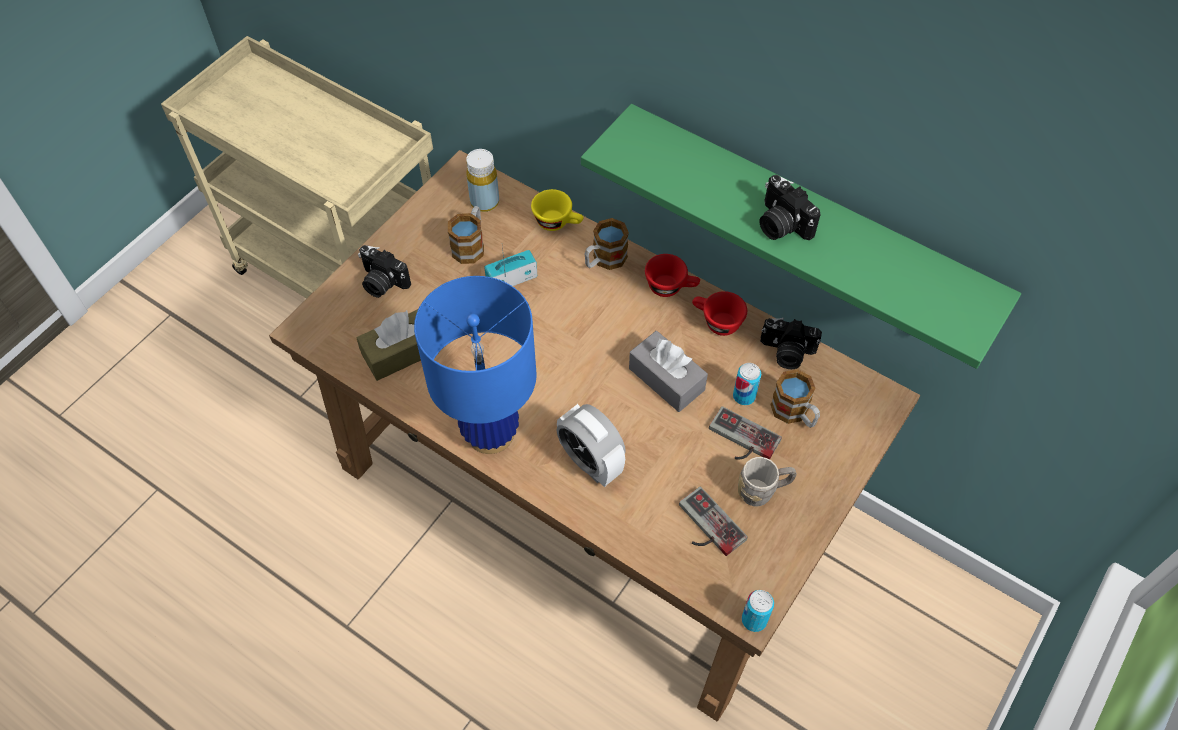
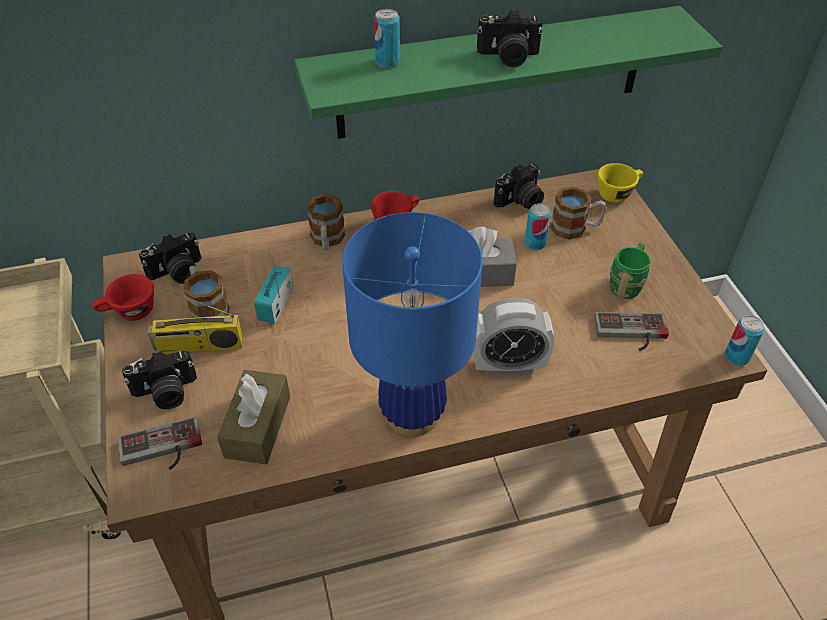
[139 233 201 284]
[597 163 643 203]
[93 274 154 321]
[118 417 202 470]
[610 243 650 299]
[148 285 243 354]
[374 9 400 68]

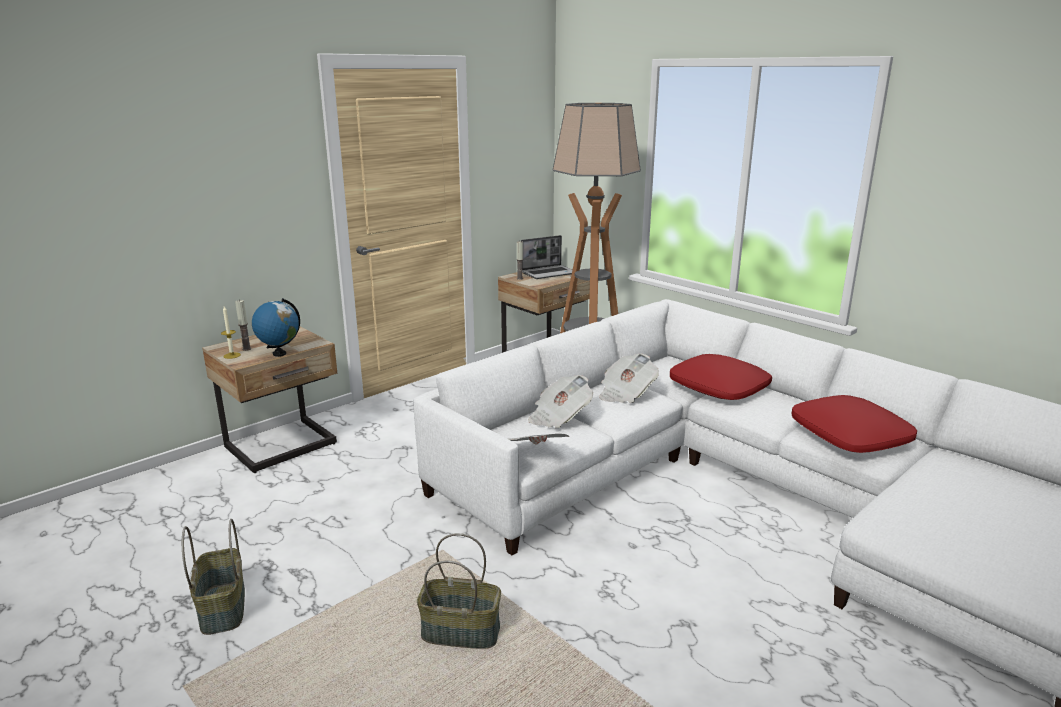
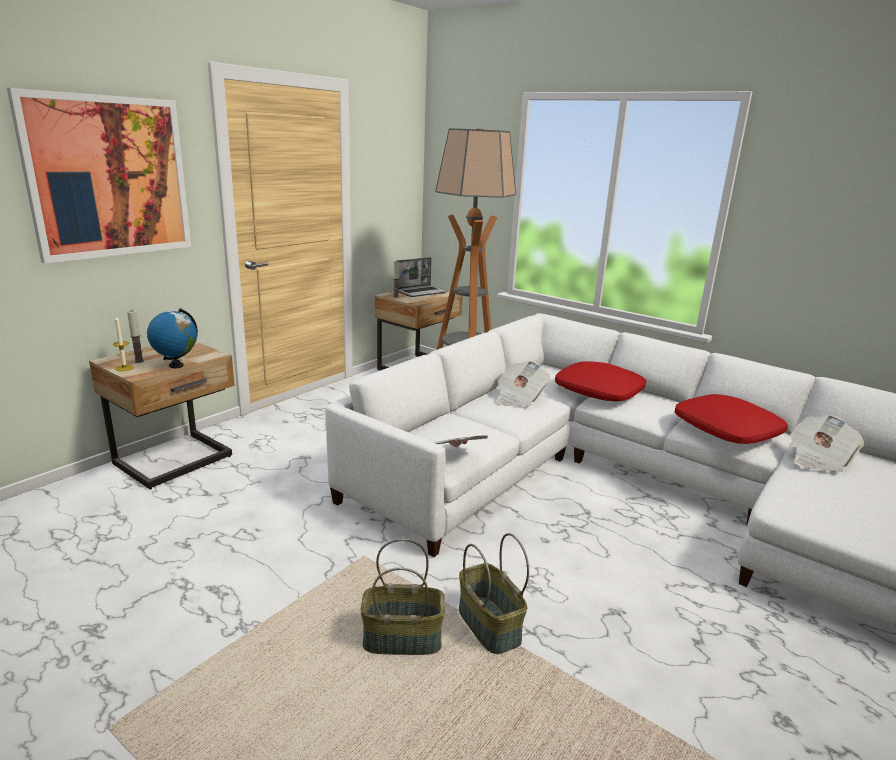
[459 533 529 654]
[790 415 864 472]
[7 88 191 263]

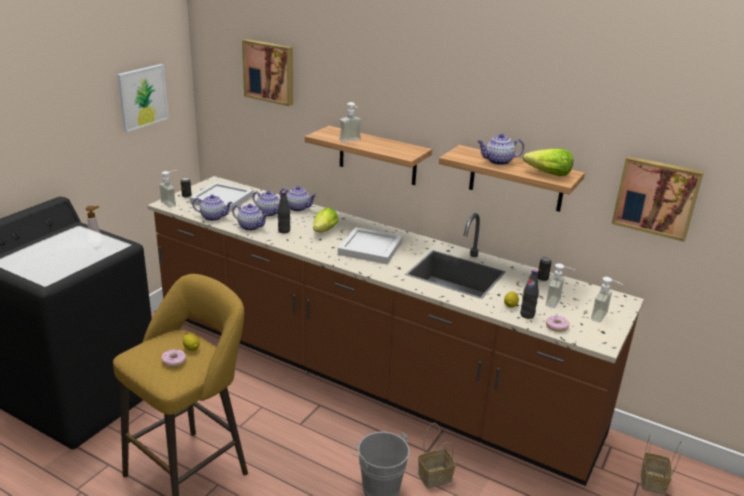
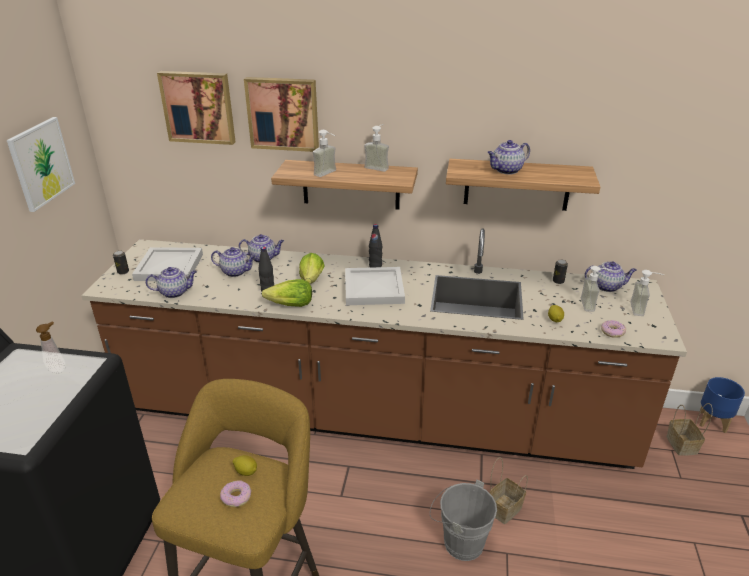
[364 124 389 172]
[585 261 636 292]
[369 224 382 268]
[262 279 312 307]
[244 77 319 152]
[699 377 745 433]

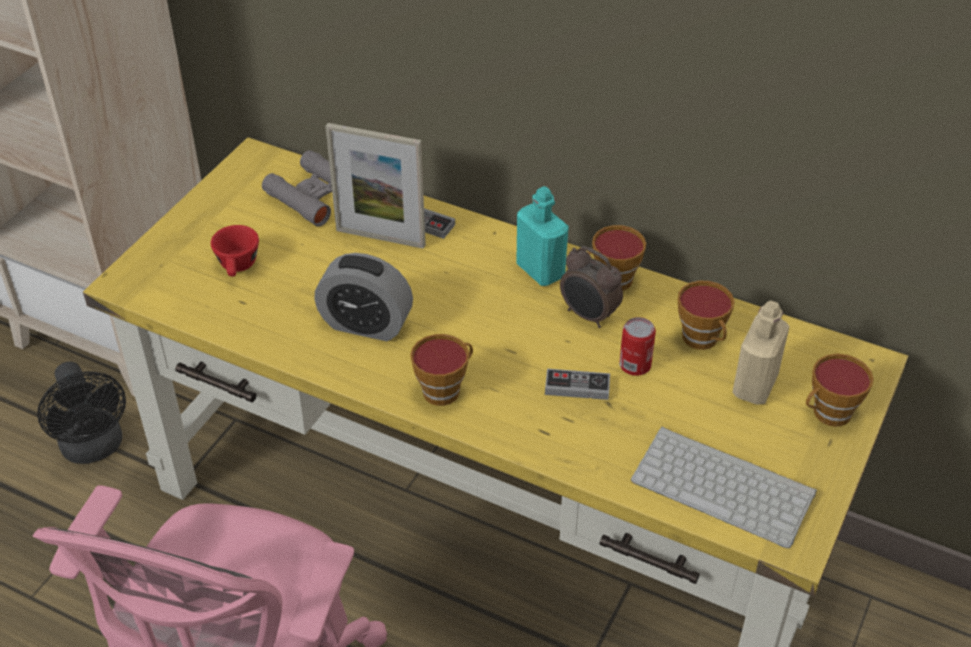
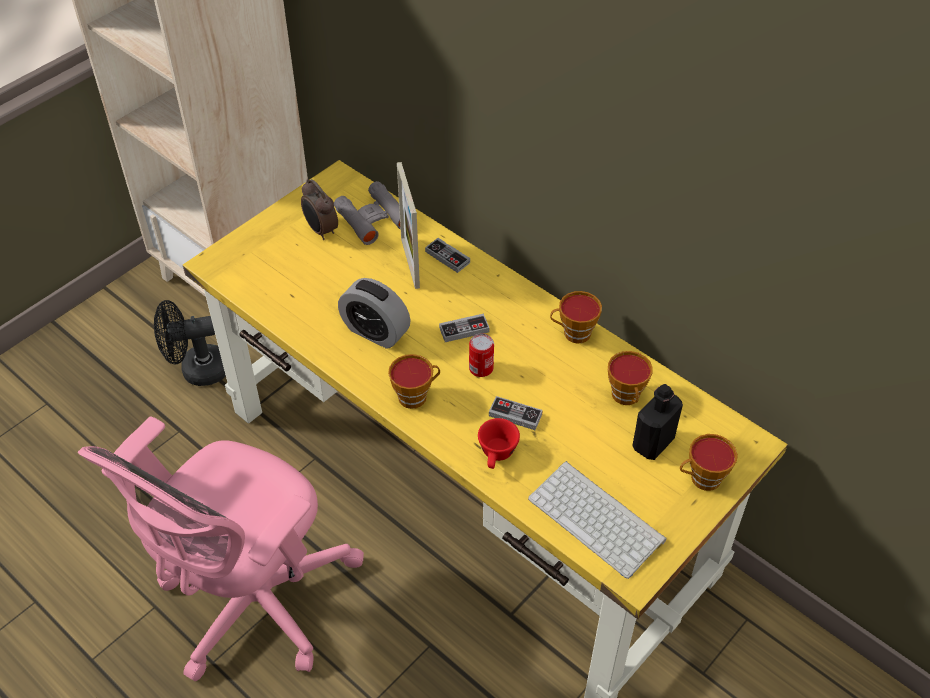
[154 300 226 386]
[478 418 520 469]
[397 162 420 289]
[516 186 569 286] (first image)
[301 179 338 240]
[469 333 494 377]
[632 384 683 460]
[439 313 490 342]

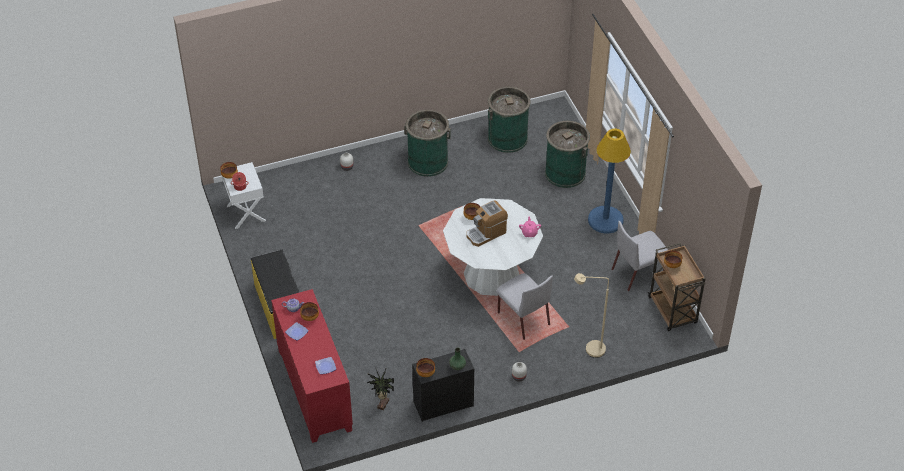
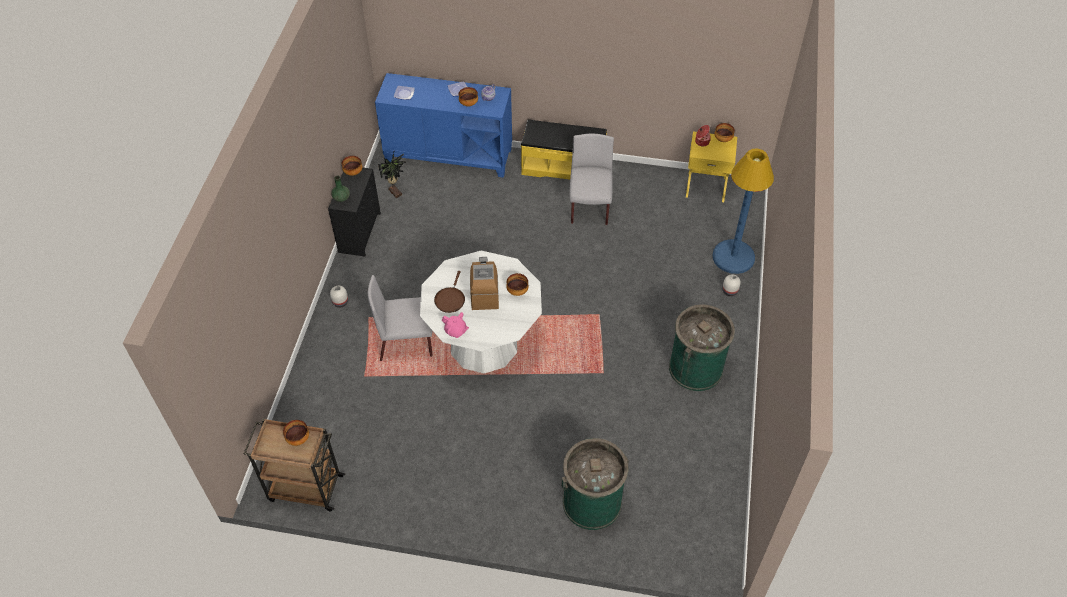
[686 131 737 202]
[375 73 512 178]
[488 87 531 153] (first image)
[574 273 609 358] (first image)
[712 149 774 274]
[570 134 614 225]
[434 271 465 313]

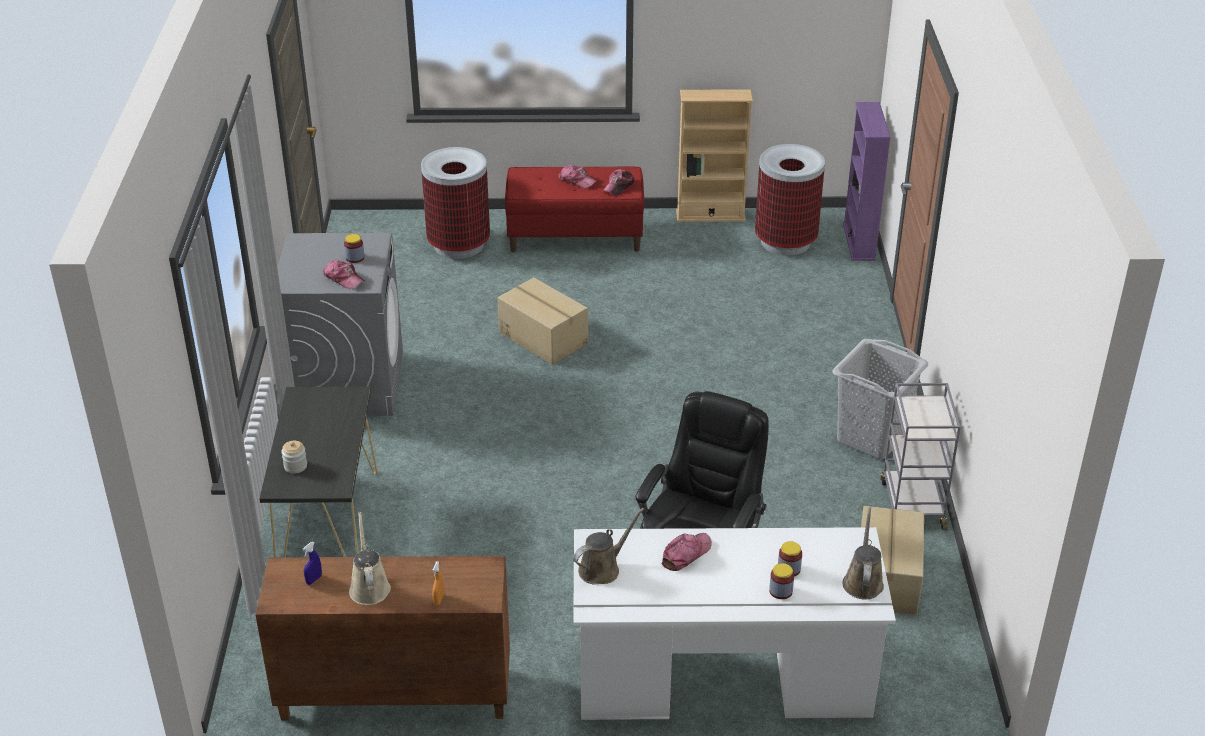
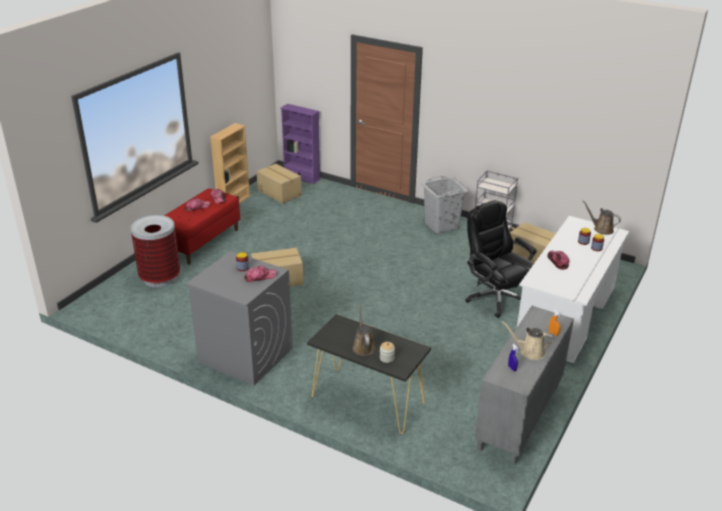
[475 306 574 464]
[353 305 376 356]
[257 164 302 204]

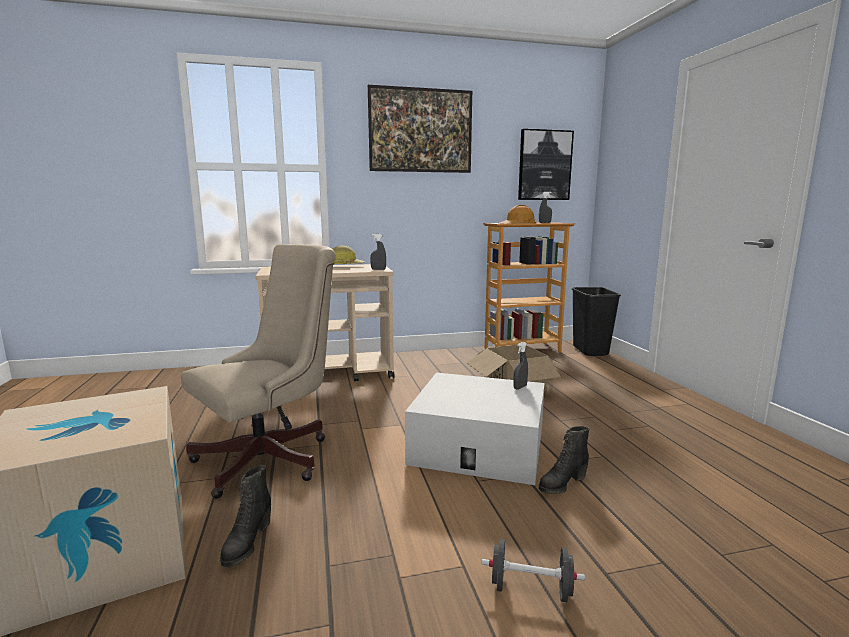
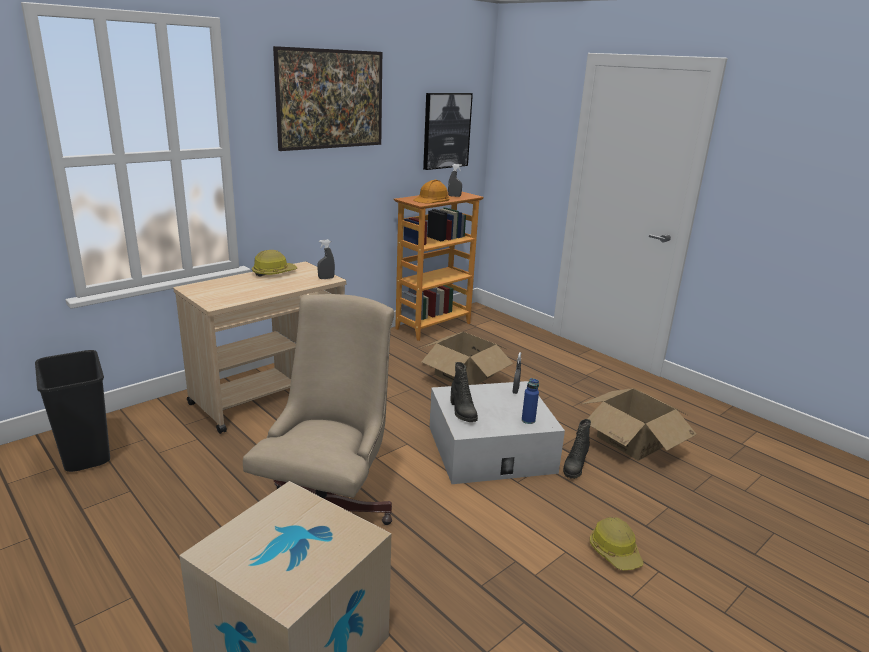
[451 362 478 422]
[590 517 643 571]
[35 350 110 472]
[522 378 539 424]
[582 388 697 461]

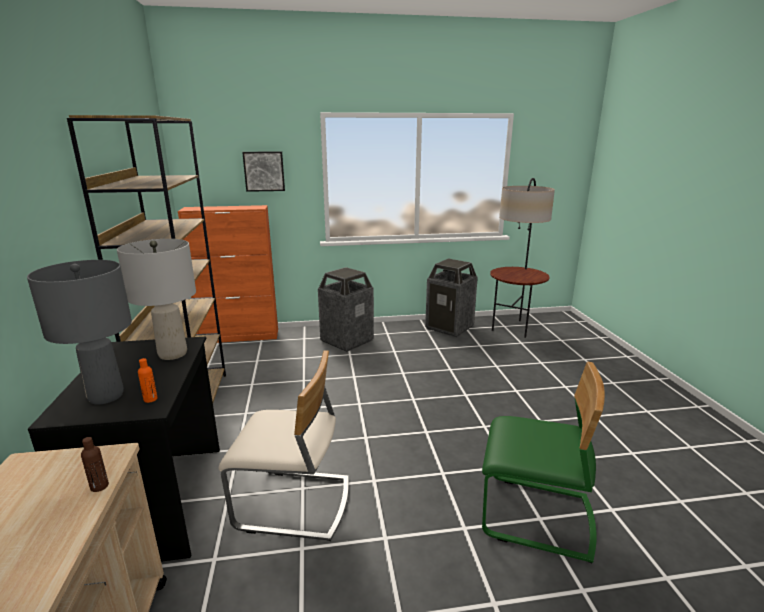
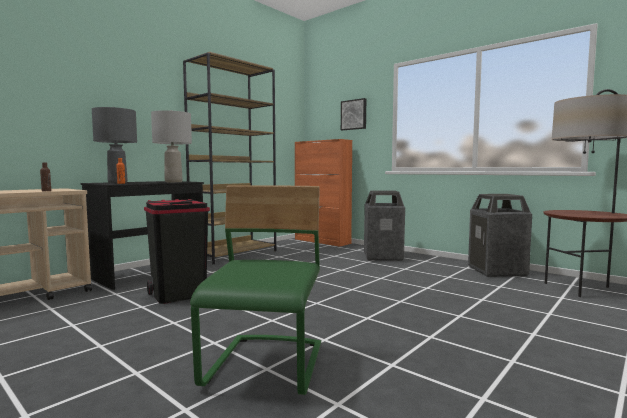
[144 199 210 304]
[190 185 321 395]

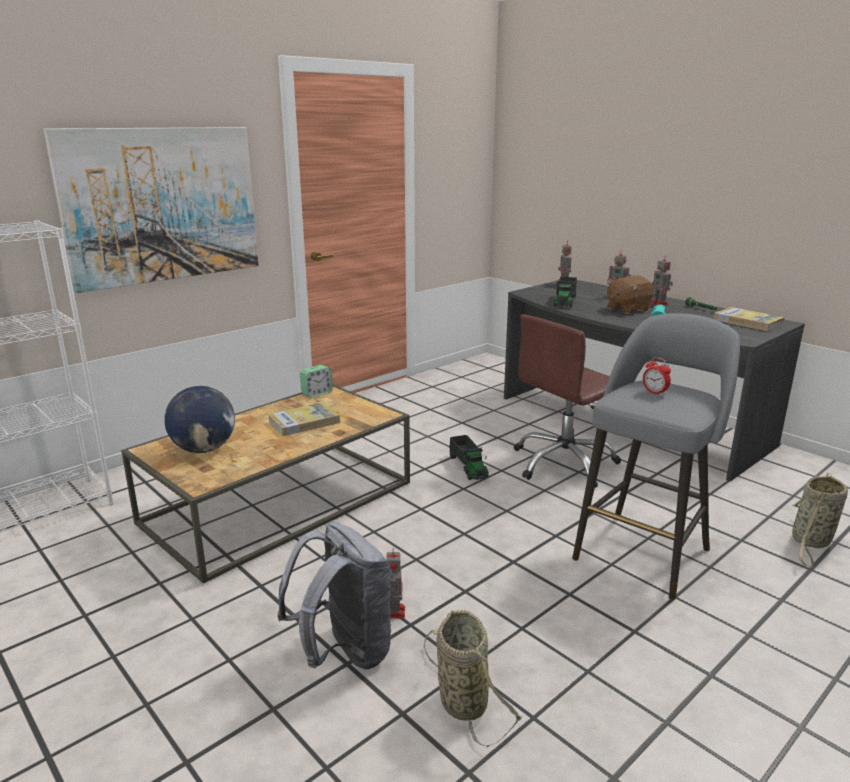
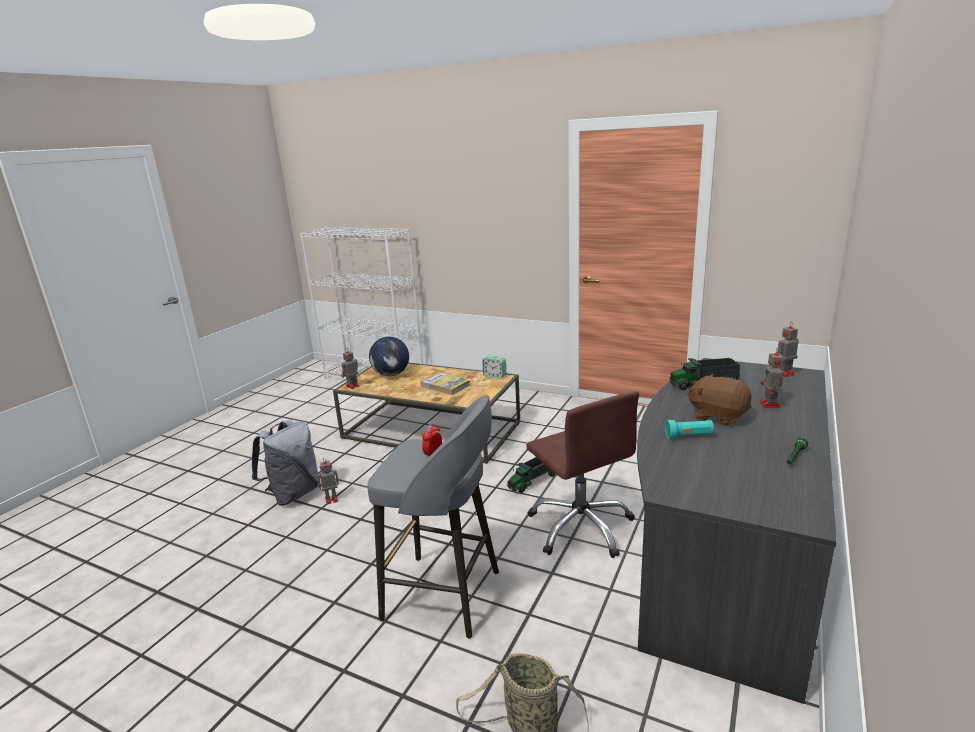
[43 127 259 293] (first image)
[424 610 523 747] (first image)
[526 391 639 558]
[341 350 360 389]
[714 307 785 331] (first image)

